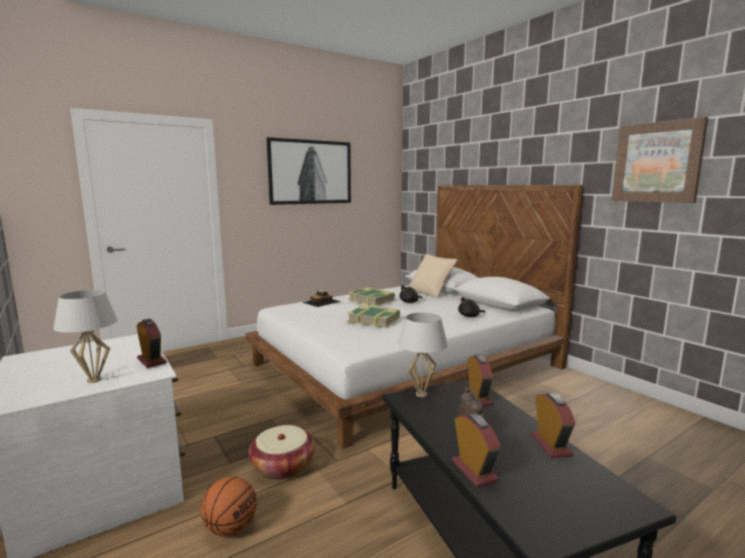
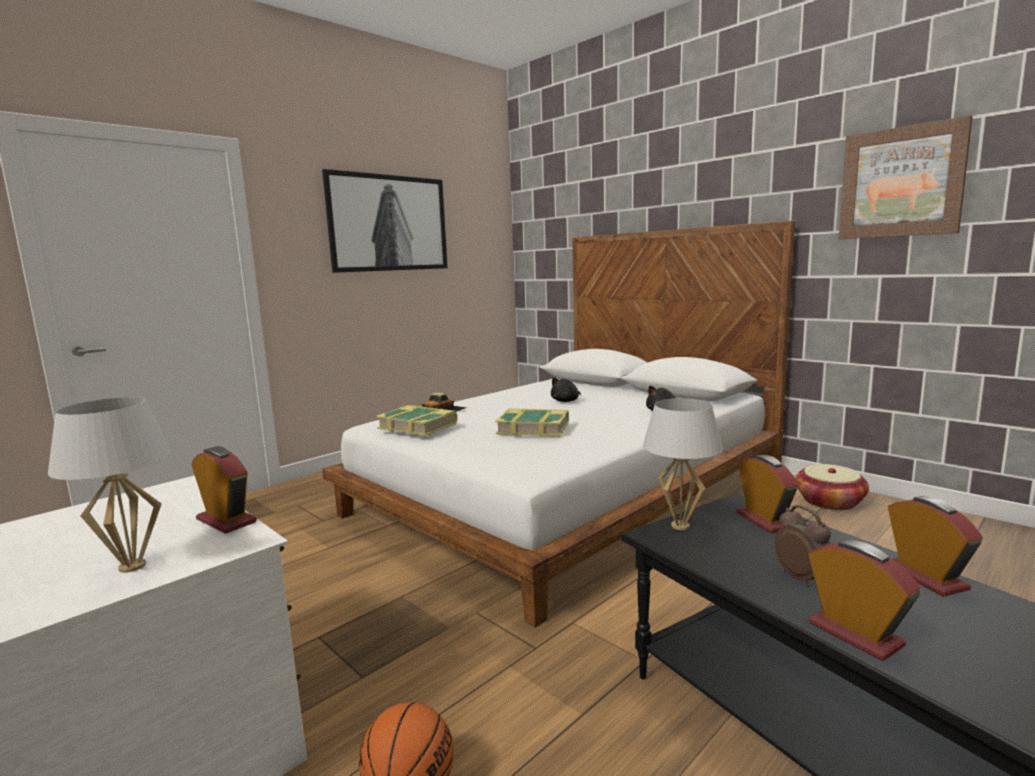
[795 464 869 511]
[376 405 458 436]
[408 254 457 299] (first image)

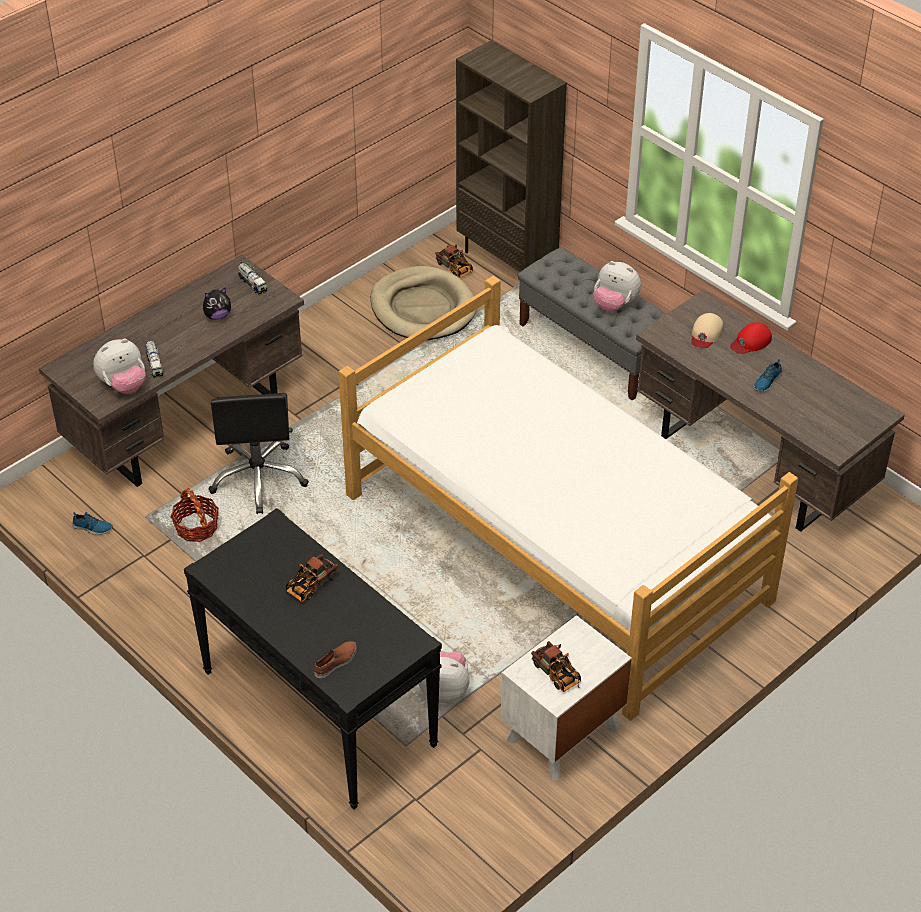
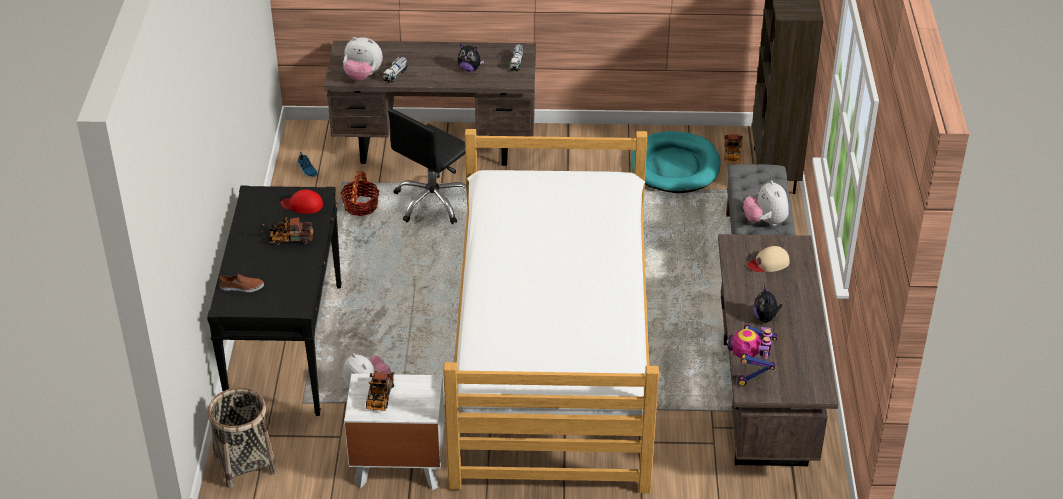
[631 131 721 193]
[281 189 323 214]
[754 286 782 322]
[208 387 277 488]
[727 324 778 386]

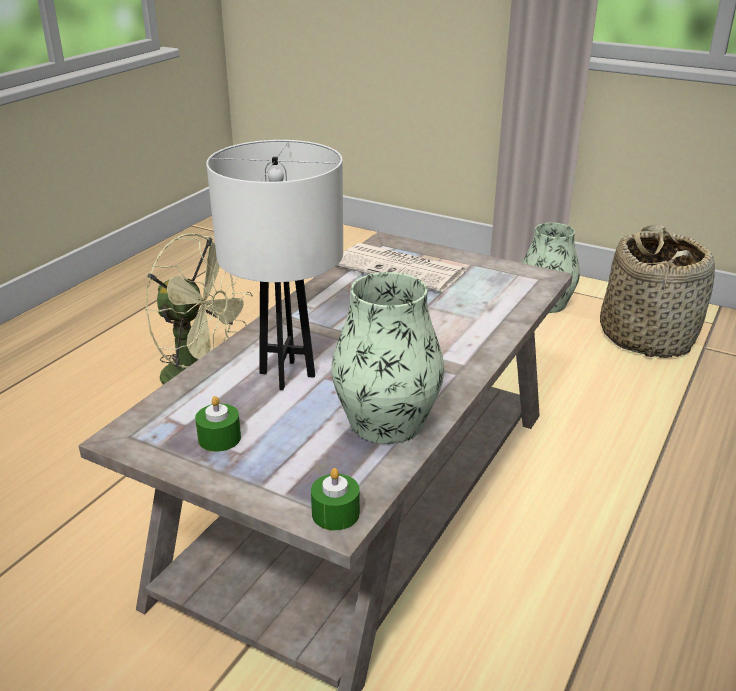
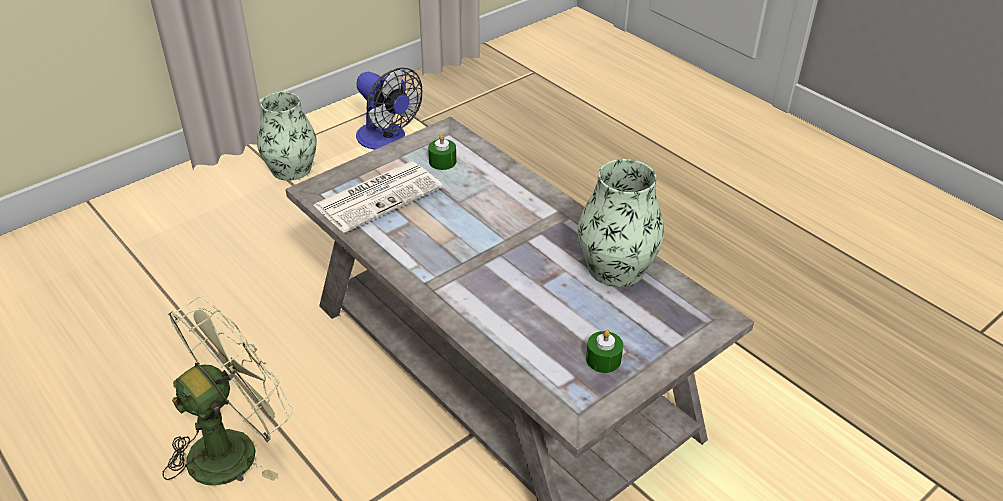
[206 140 343 390] (first image)
[428 134 456 170]
[356 68 423 150]

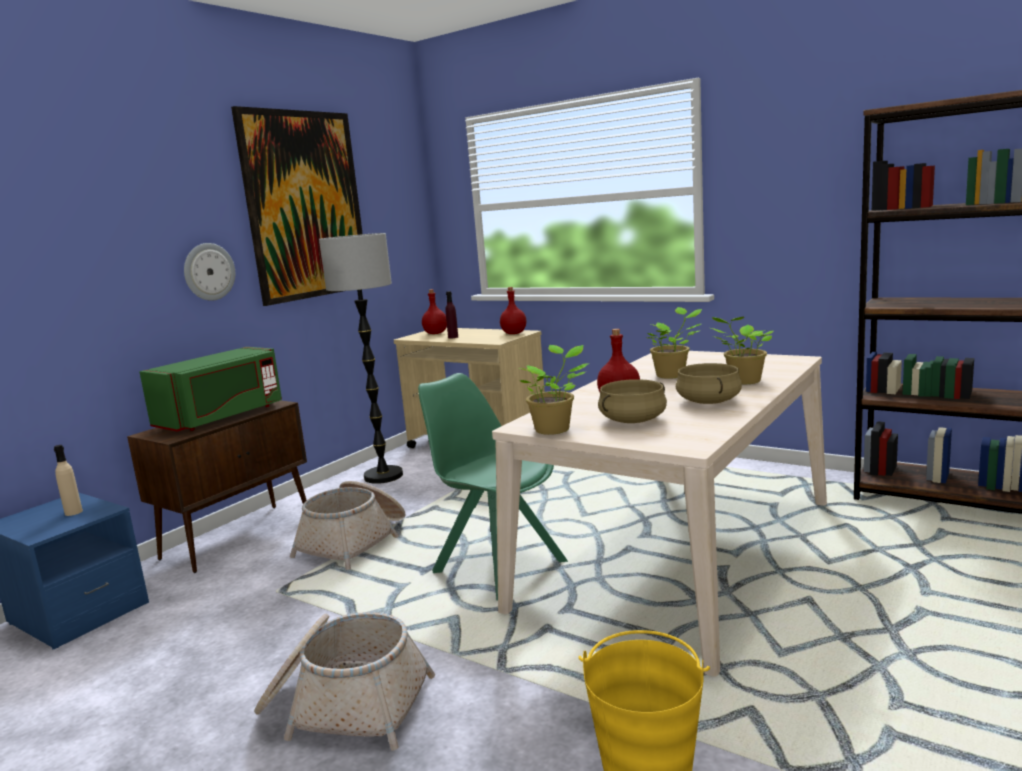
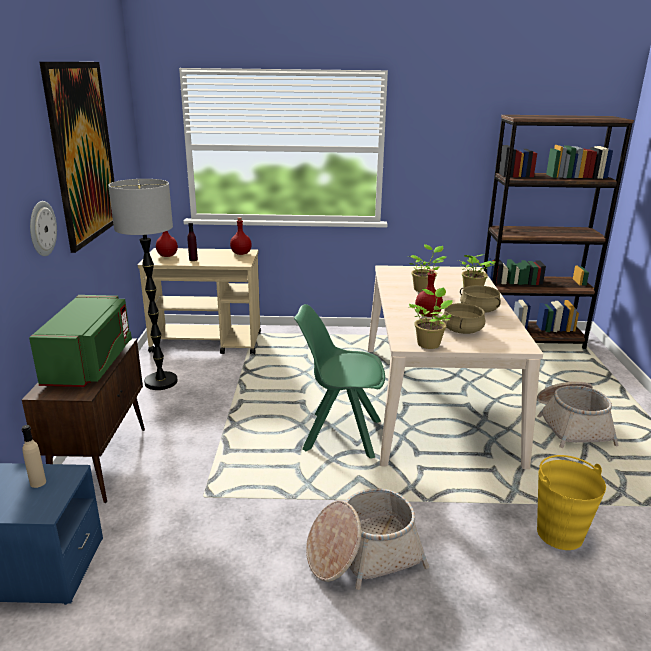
[537 382 619 448]

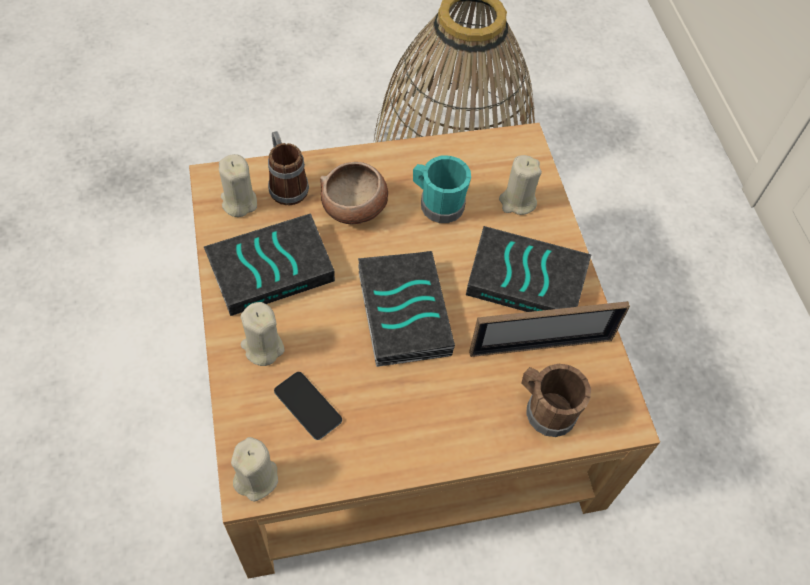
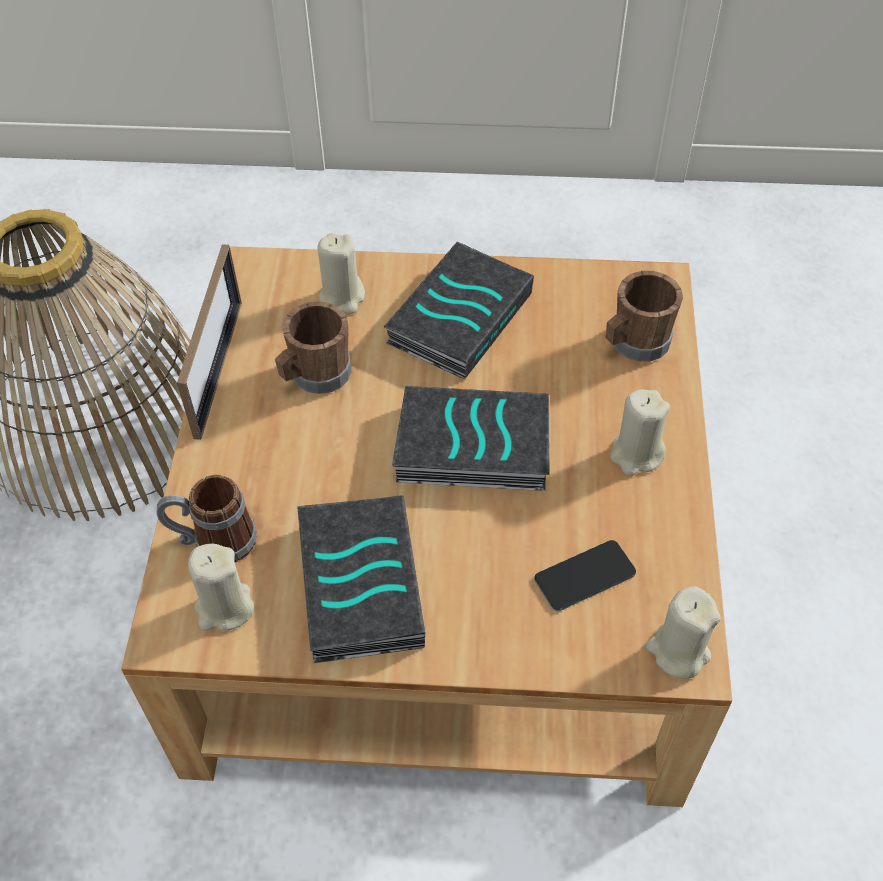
[610 389 670 476]
[320 162 388 225] (first image)
[275 301 352 394]
[177 244 242 440]

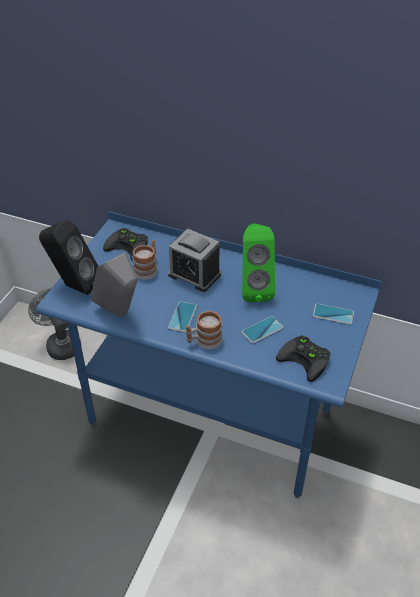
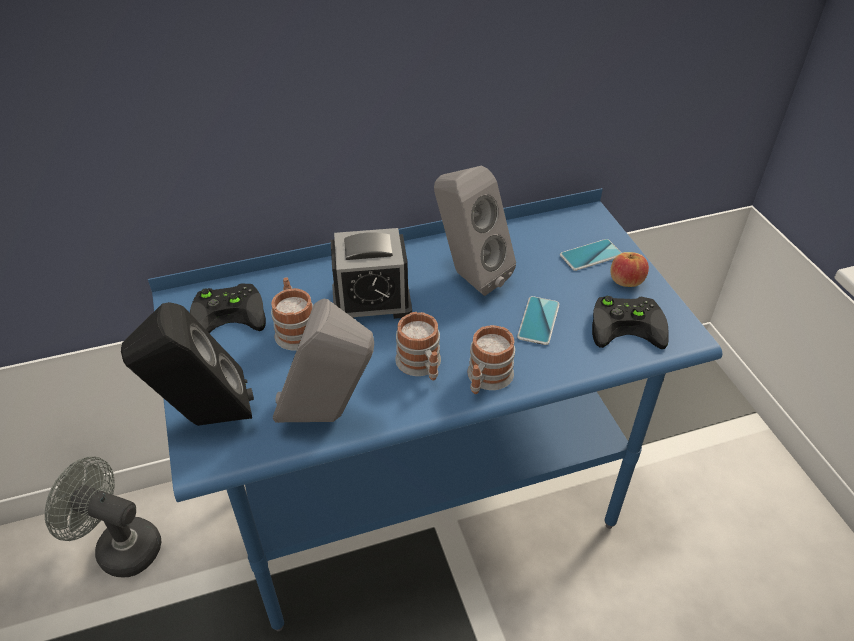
[395 312 441 380]
[434 166 516 296]
[611 252 649 287]

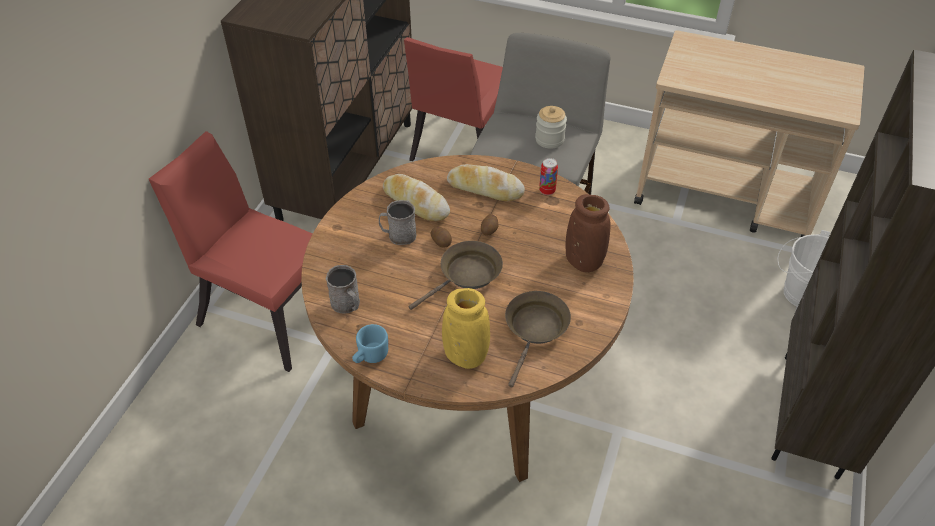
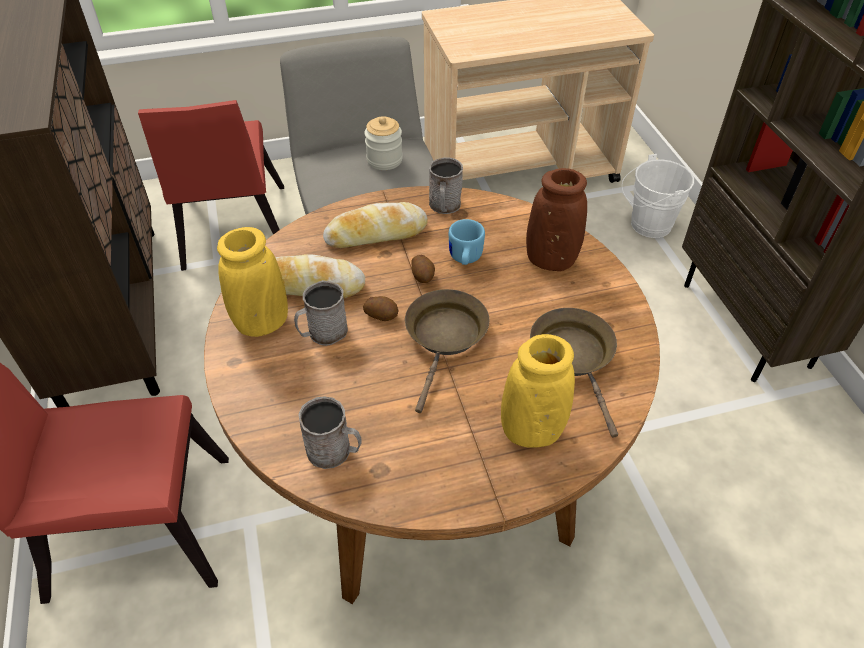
[449 219 485 265]
[429 157 463 214]
[217 227 288 337]

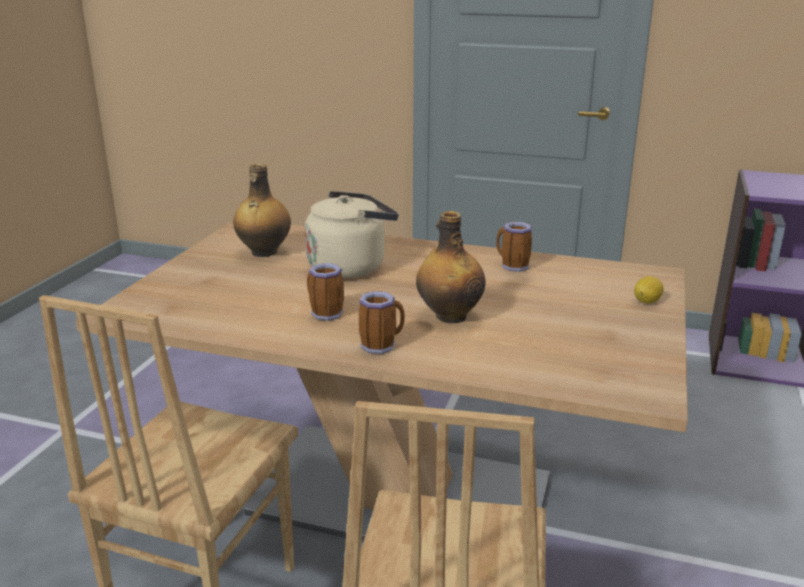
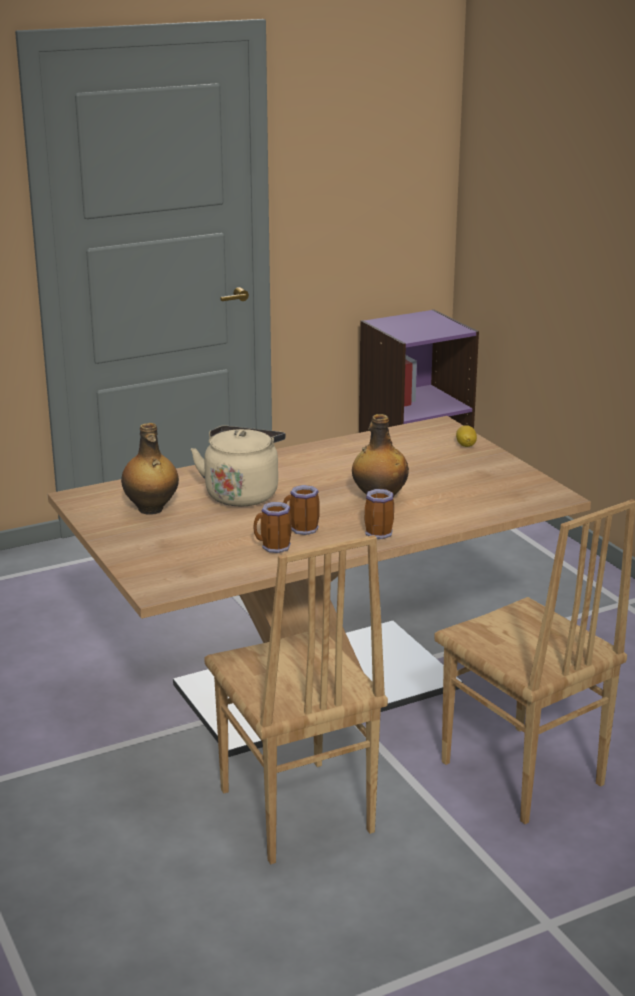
[253 502 292 553]

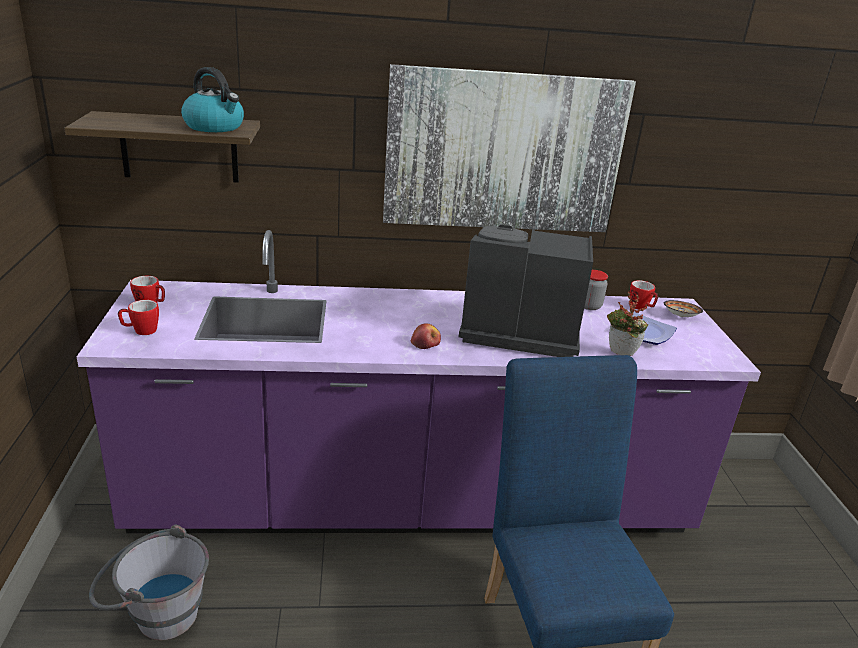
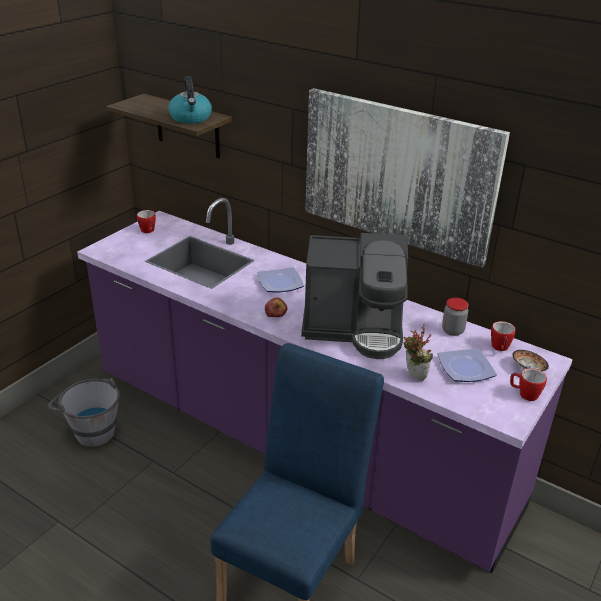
[510 368 547 401]
[301 233 408 359]
[258 267 304 292]

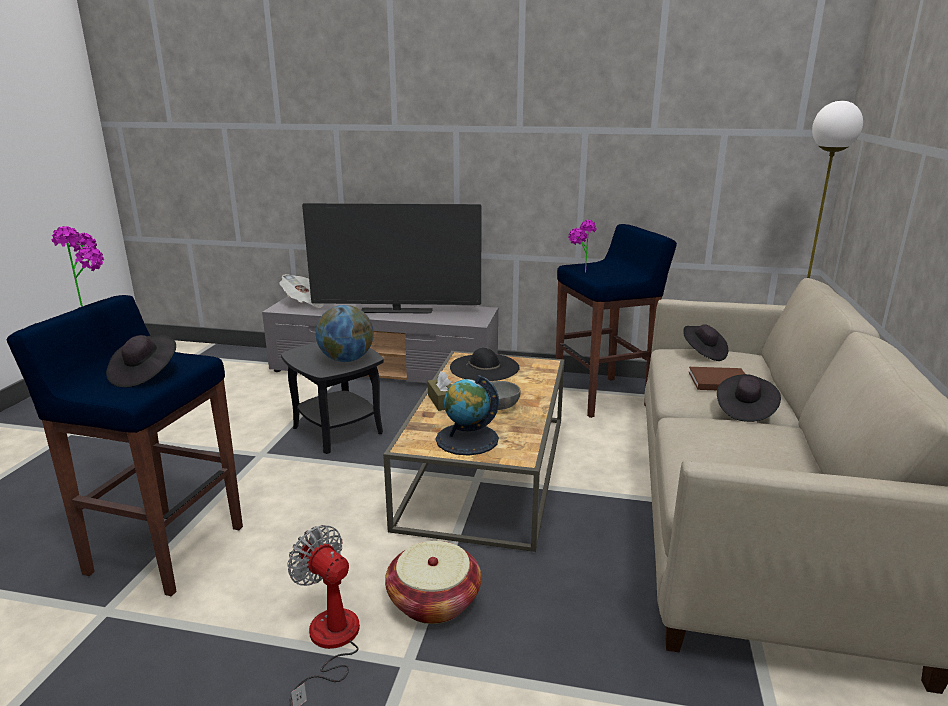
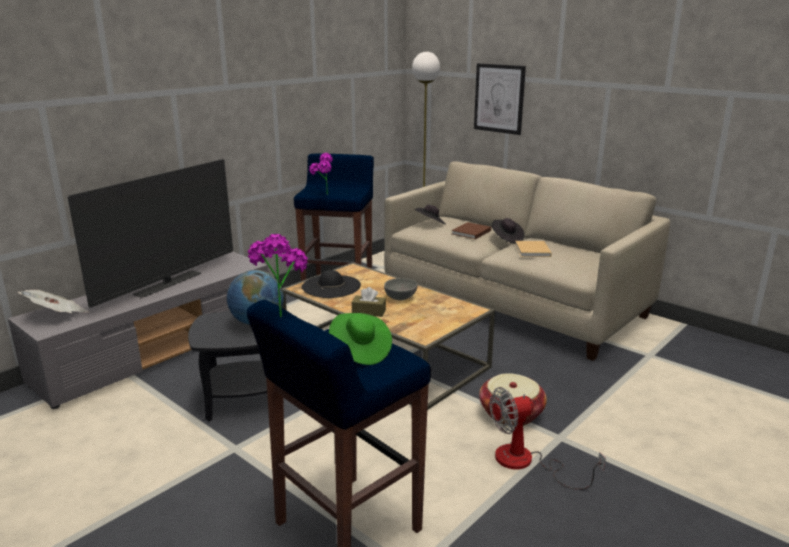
[329 313 392 365]
[436 375 499 456] (first image)
[474 63 526 135]
[515 241 552 257]

